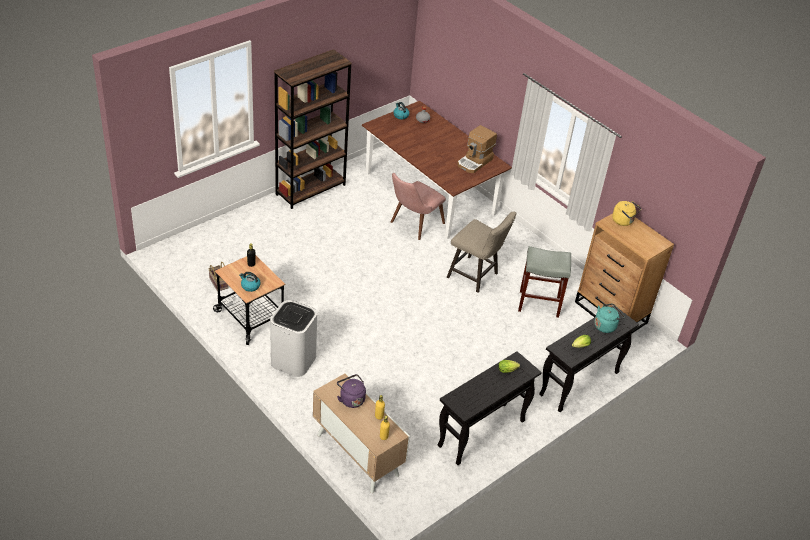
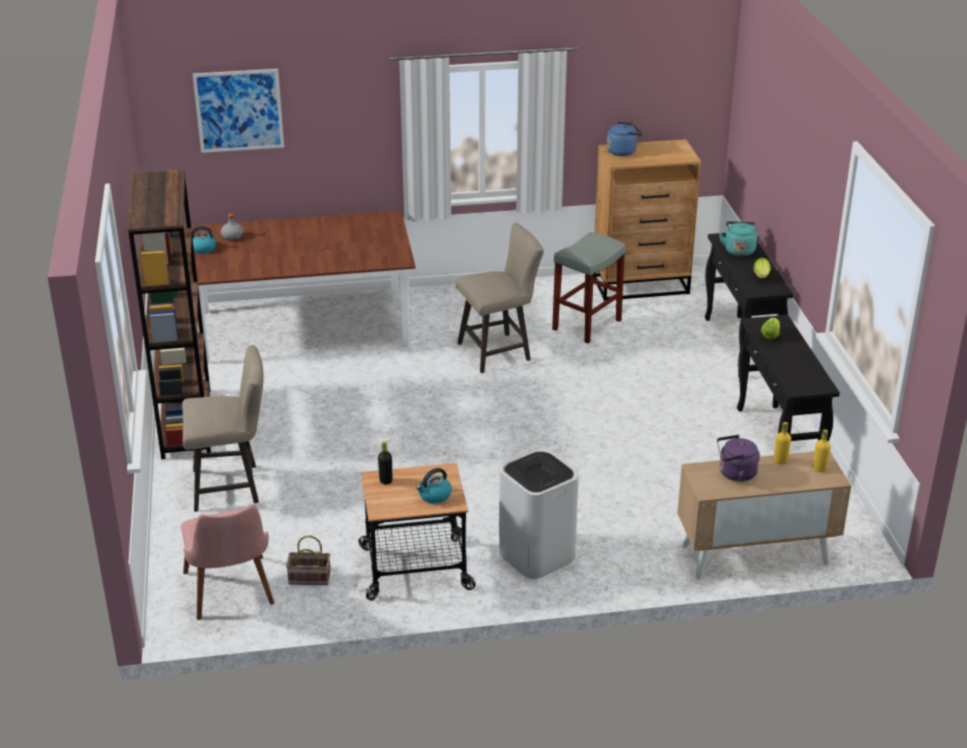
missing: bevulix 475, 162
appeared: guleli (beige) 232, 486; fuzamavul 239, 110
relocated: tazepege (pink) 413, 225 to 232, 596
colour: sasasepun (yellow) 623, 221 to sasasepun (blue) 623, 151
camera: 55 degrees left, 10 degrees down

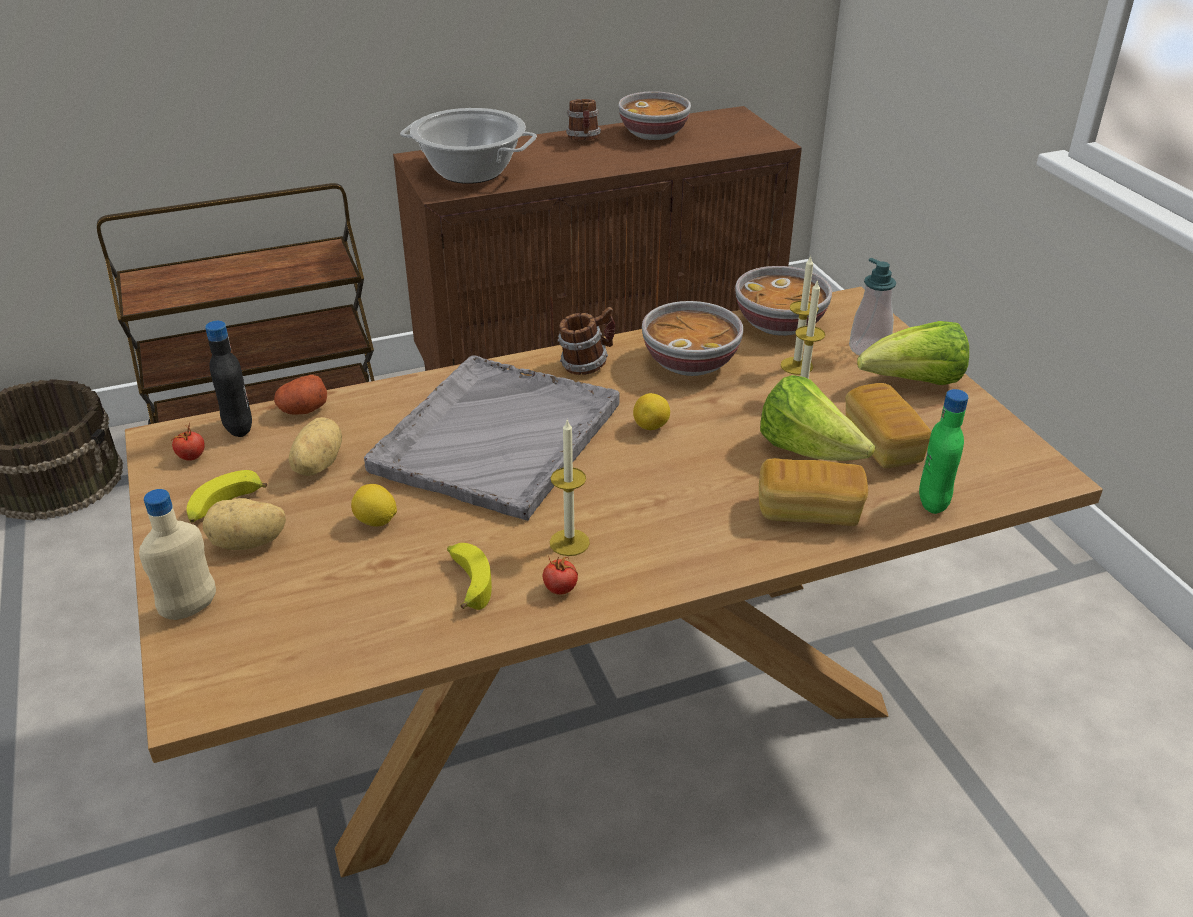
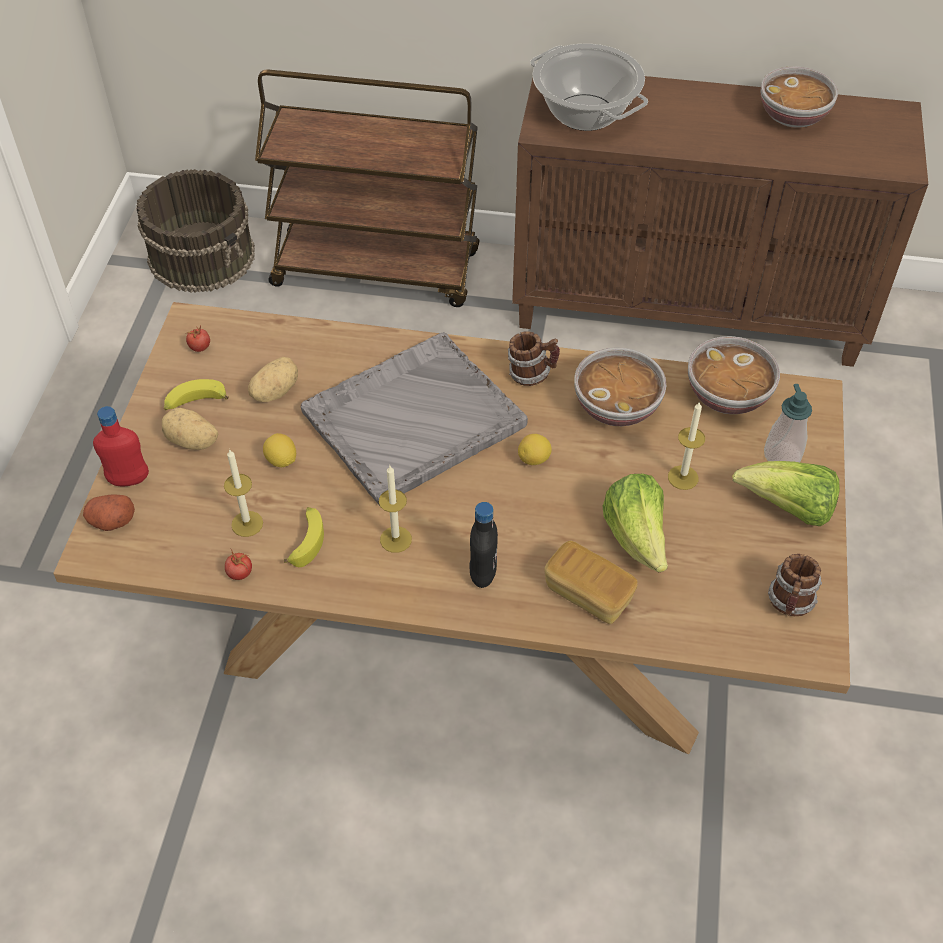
missing: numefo 882, 444; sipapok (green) 933, 502
relocated: sipapok (black) 238, 428 to 483, 573; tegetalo 303, 410 to 111, 521; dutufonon 560, 589 to 240, 573; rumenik 584, 140 to 790, 603; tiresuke 796, 366 to 247, 524
colour: sipapok (beige) 190, 608 to sipapok (red) 129, 480
camera: 30 degrees right, 15 degrees up

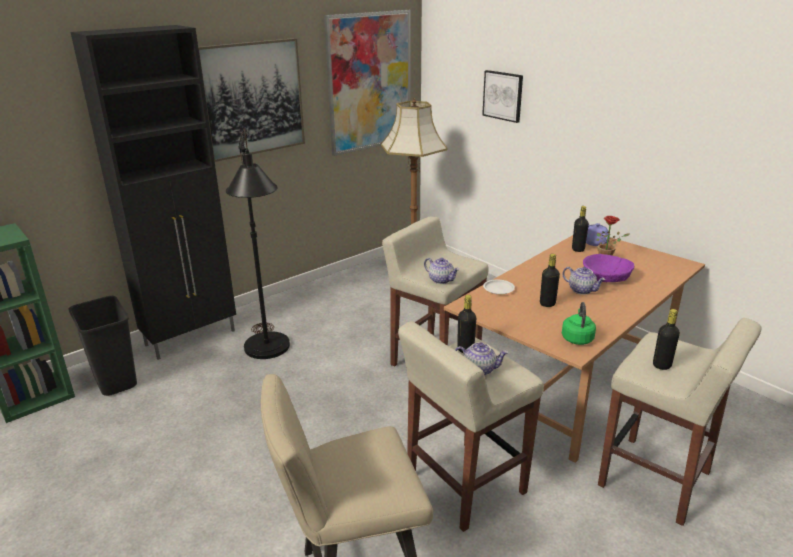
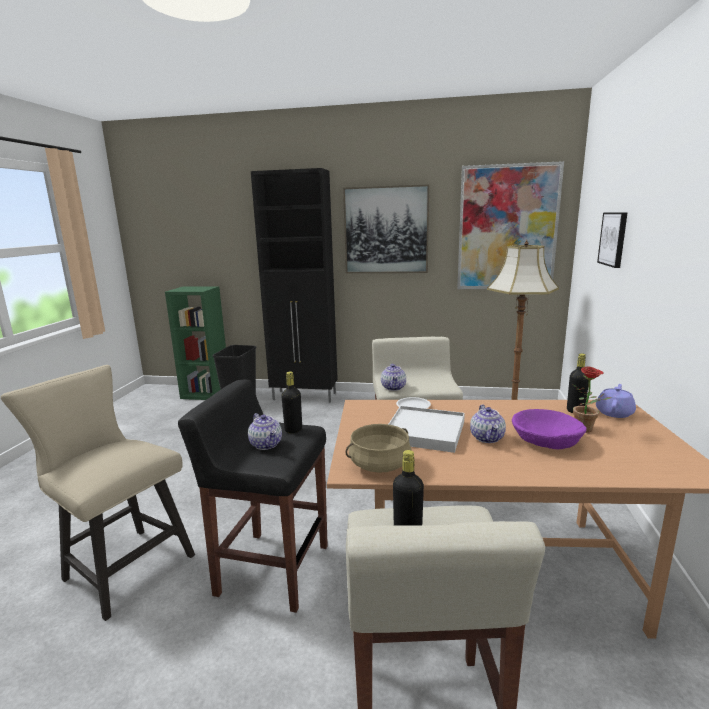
missing: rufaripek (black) 268, 353
exchanged: sipapok (black) 547, 304 to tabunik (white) 425, 432; sasasepun (green) 577, 338 to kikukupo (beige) 379, 464
colour: guleli (beige) 464, 485 to guleli (black) 272, 569
camera: 50 degrees right, 10 degrees down

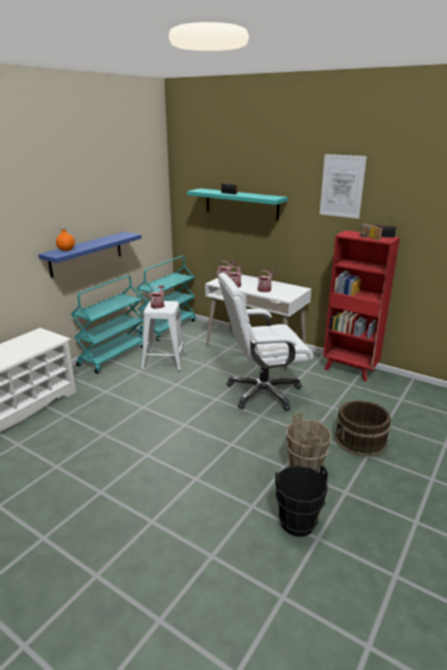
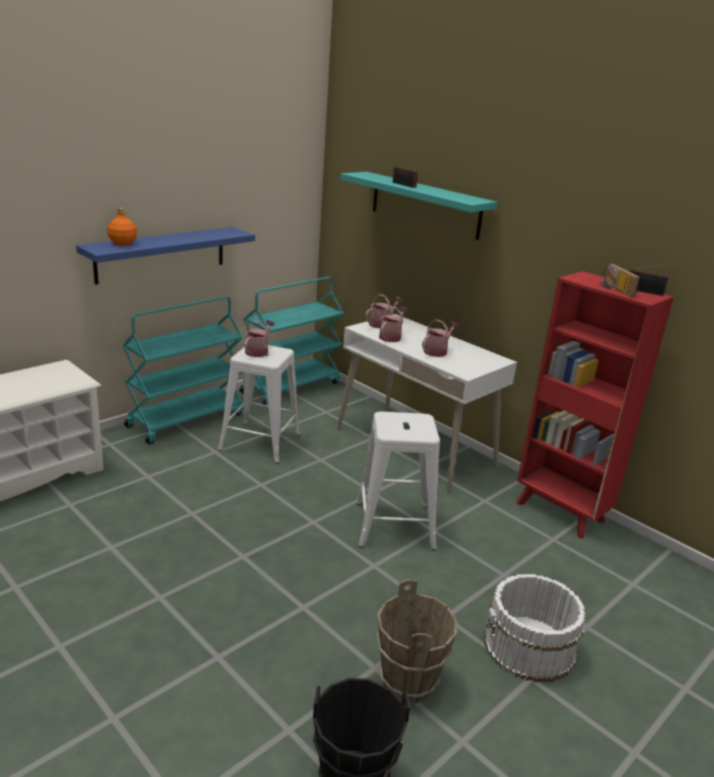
missing: fuzamavul 342, 186
exchanged: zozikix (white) 262, 392 to guleli (white) 394, 525
colour: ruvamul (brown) 360, 440 to ruvamul (white) 529, 647
camera: 10 degrees right, 0 degrees up

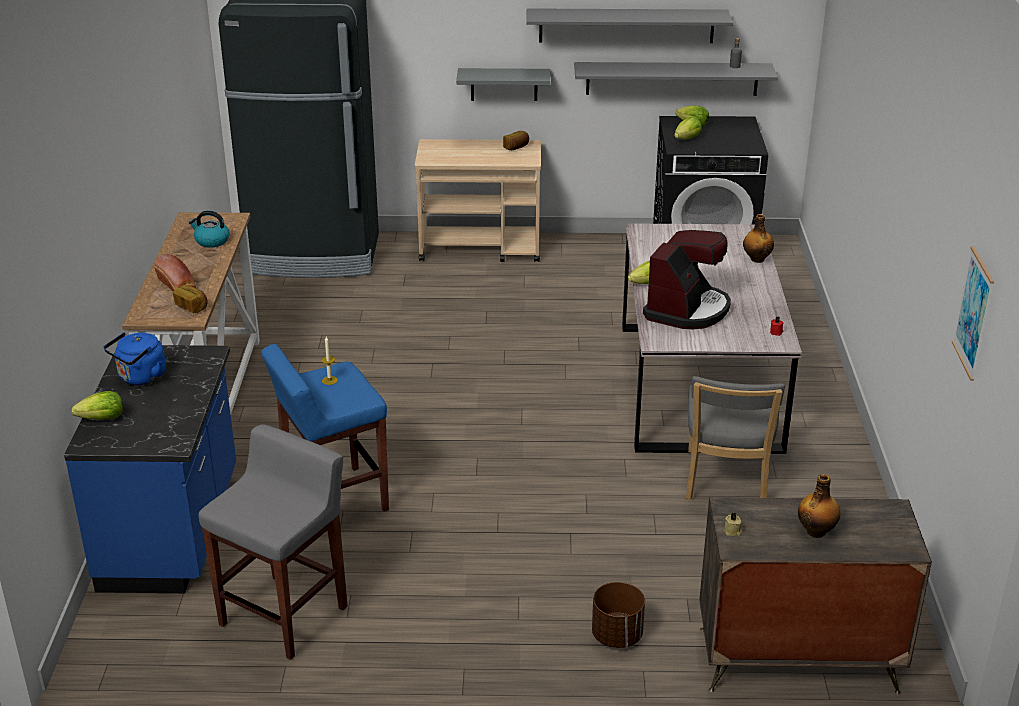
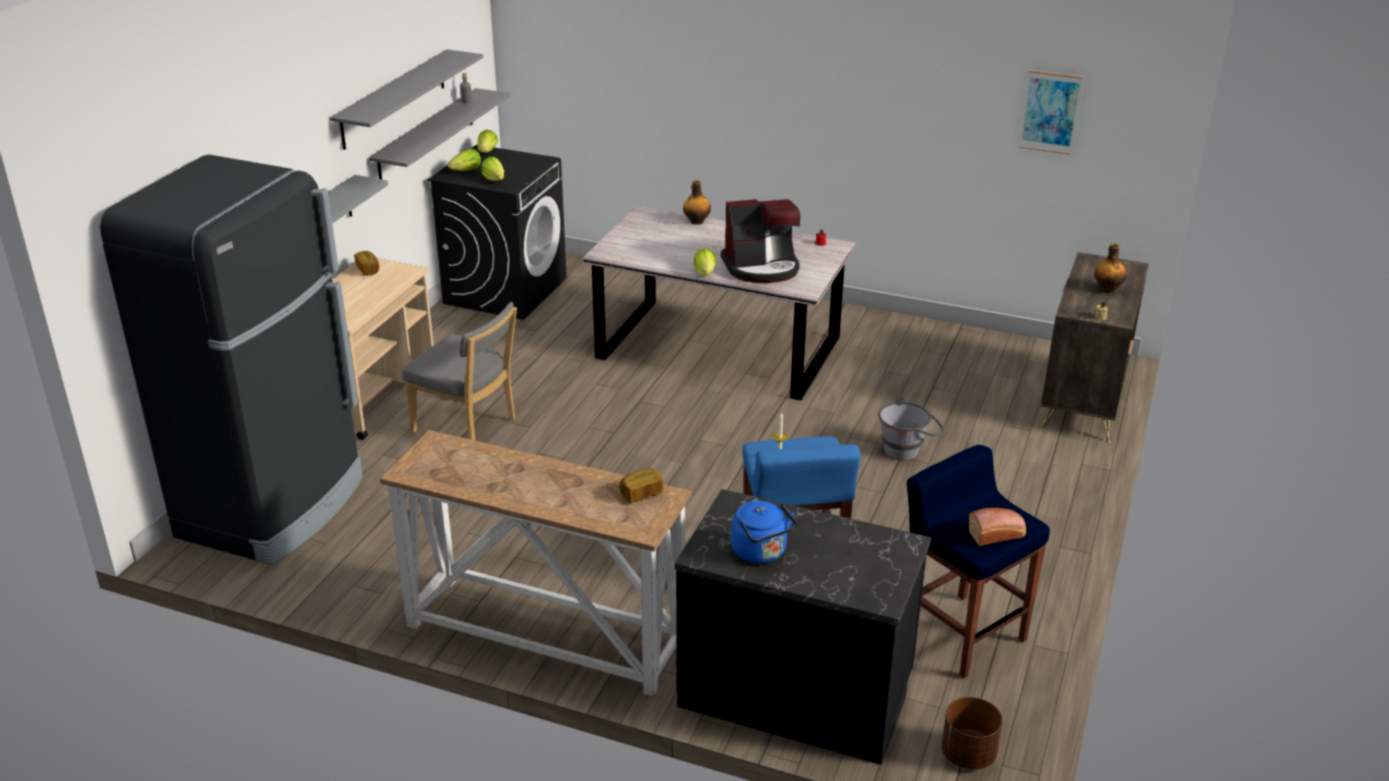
missing: sasasepun 211, 241
appeared: ruvamul (grey) 908, 450
relocated: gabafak 102, 419 to 487, 152; numefo 177, 285 to 997, 534; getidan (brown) 617, 635 to 968, 754; tazepege (grey) 726, 482 to 468, 427
colour: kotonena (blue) 173, 531 to kotonena (black) 796, 693; guleli (grey) 285, 615 to guleli (blue) 961, 634
spun: bevulix 687, 310 = 762, 267 120 degrees clockwise
camera: 70 degrees left, 0 degrees up

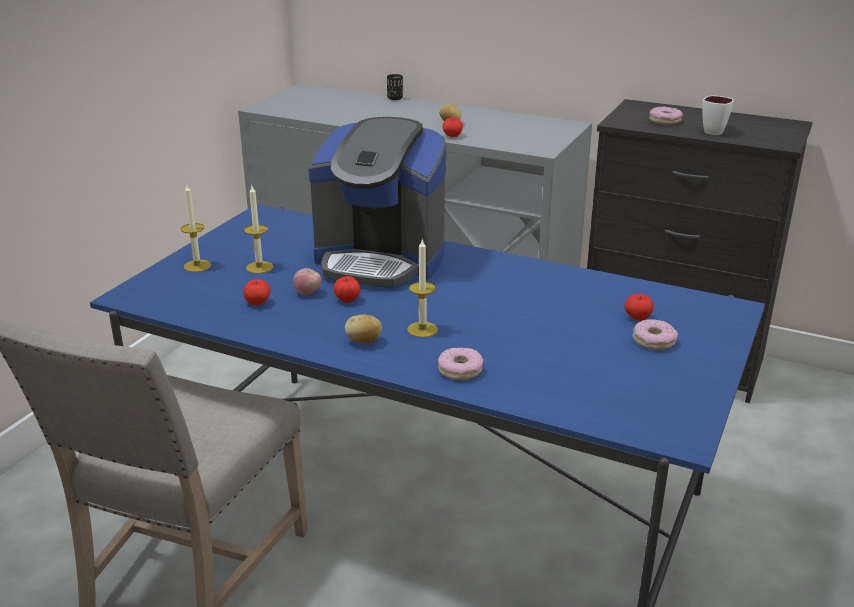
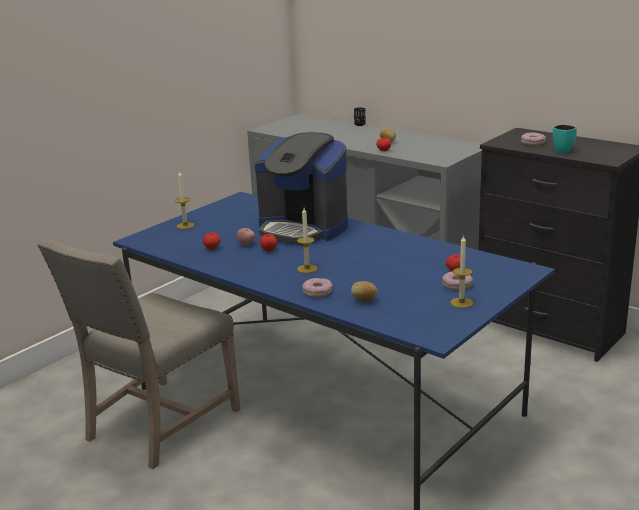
relocated: tiresuke 259, 267 to 461, 302; tegetalo 364, 341 to 364, 300
colour: rumenik (white) 715, 131 to rumenik (turquoise) 565, 150
camera: 15 degrees right, 5 degrees down

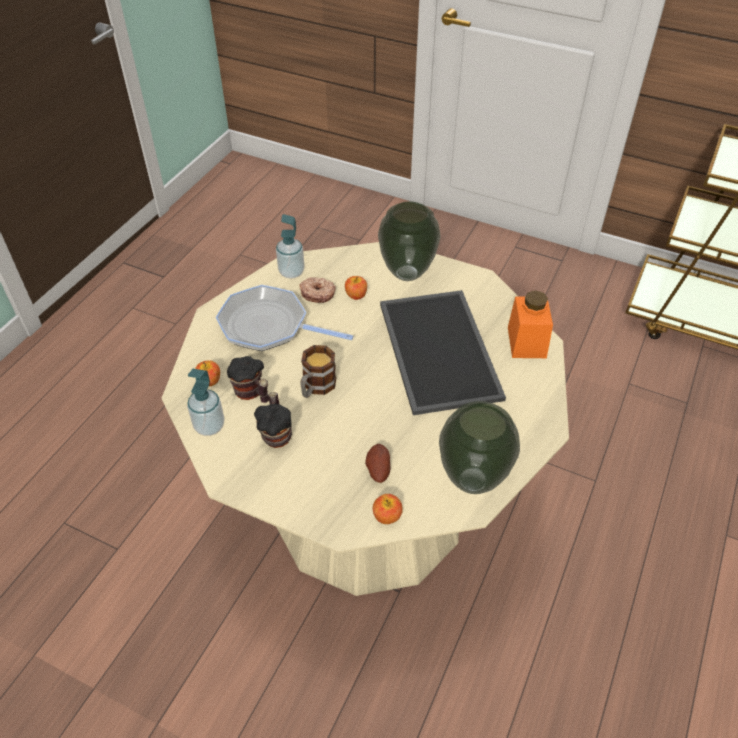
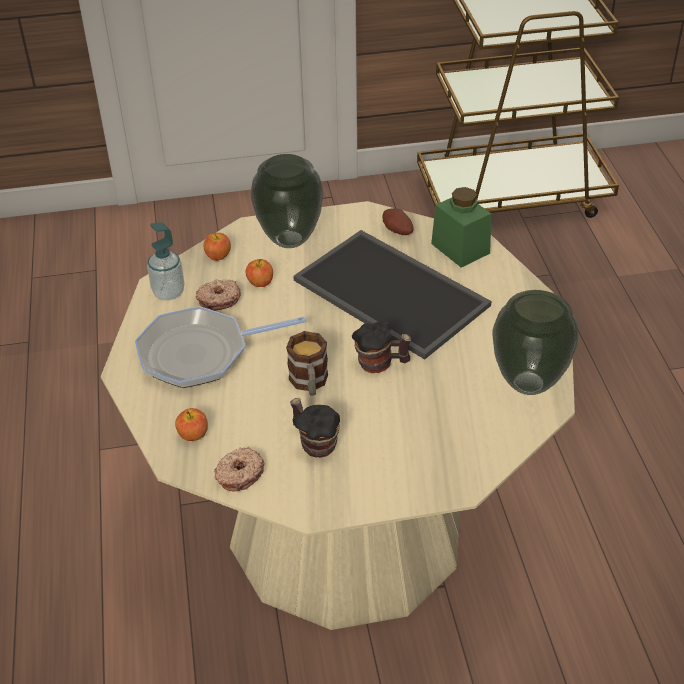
relocated: rumenik 252, 394 to 380, 364; tegetalo 377, 470 to 397, 231; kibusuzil 387, 516 to 218, 256
exchanged: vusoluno 209, 426 to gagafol 239, 474
colour: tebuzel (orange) 526, 342 to tebuzel (green) 460, 248
camera: 35 degrees left, 5 degrees down

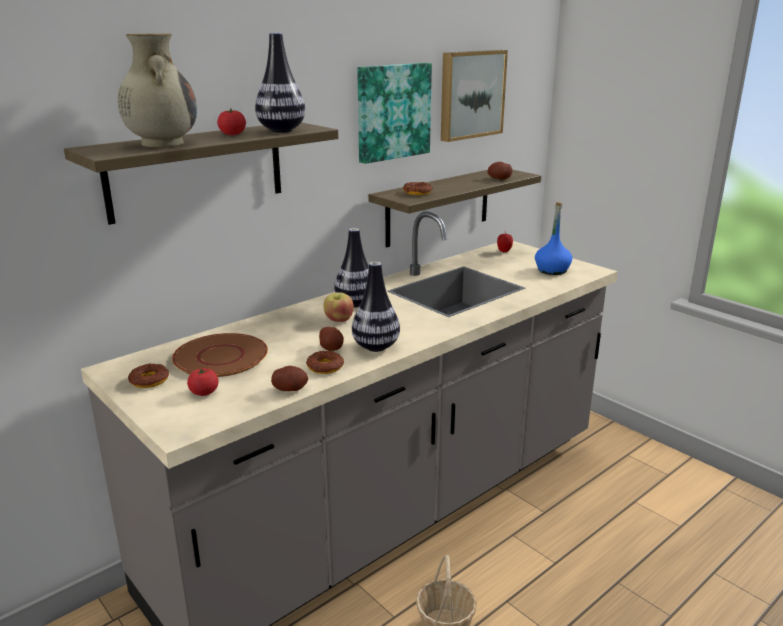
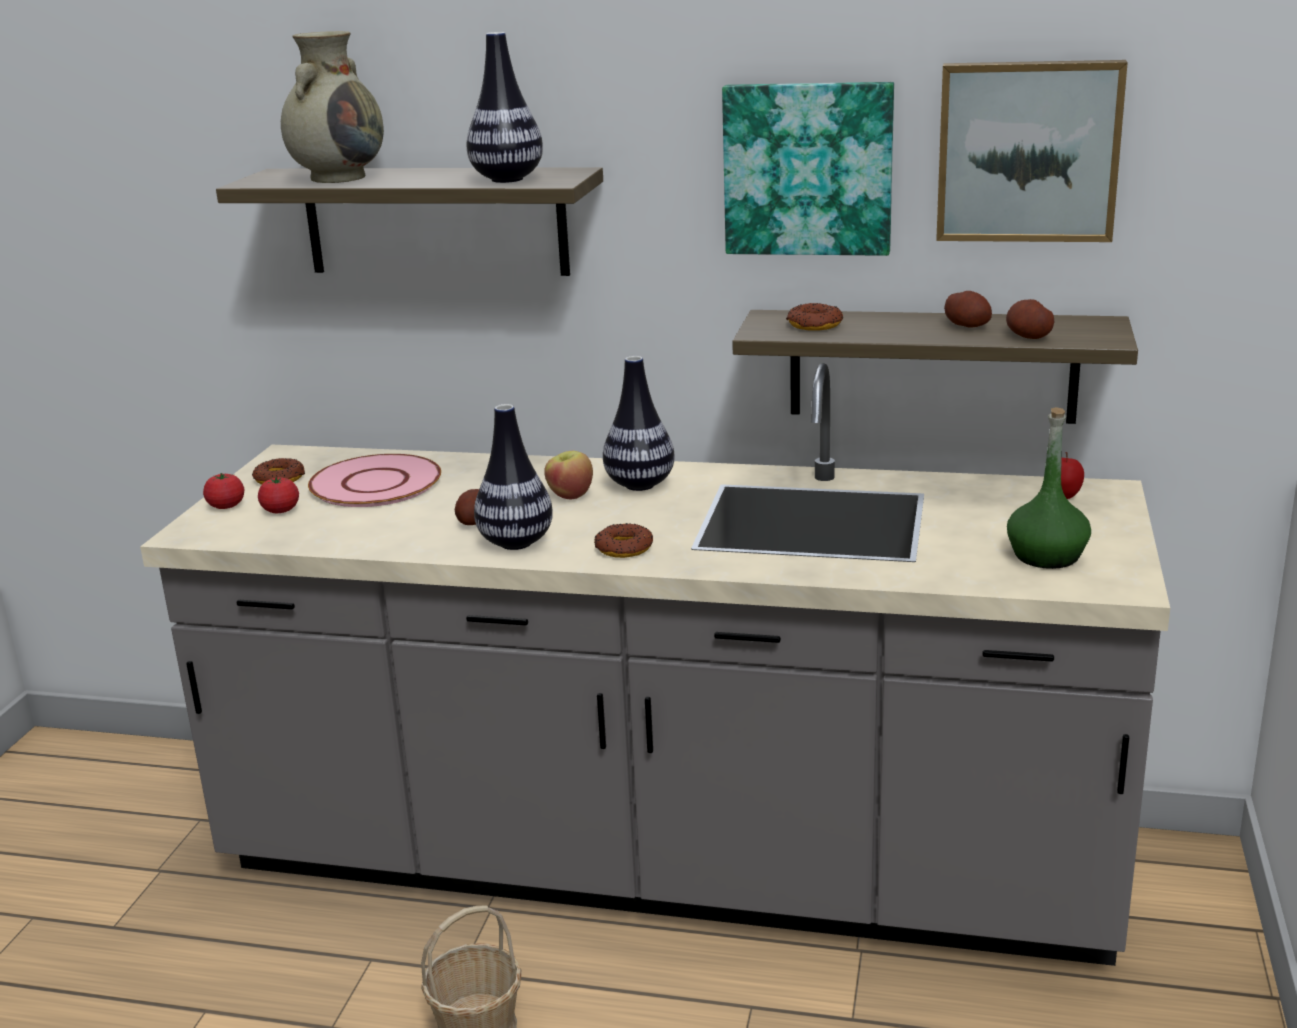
relocated: dutufonon 232, 134 to 226, 506; tegetalo 290, 389 to 967, 326; gagafol 325, 367 to 624, 548
colour: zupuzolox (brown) 221, 356 to zupuzolox (pink) 376, 483; sipapok (blue) 552, 270 to sipapok (green) 1047, 556
camera: 55 degrees right, 0 degrees up

